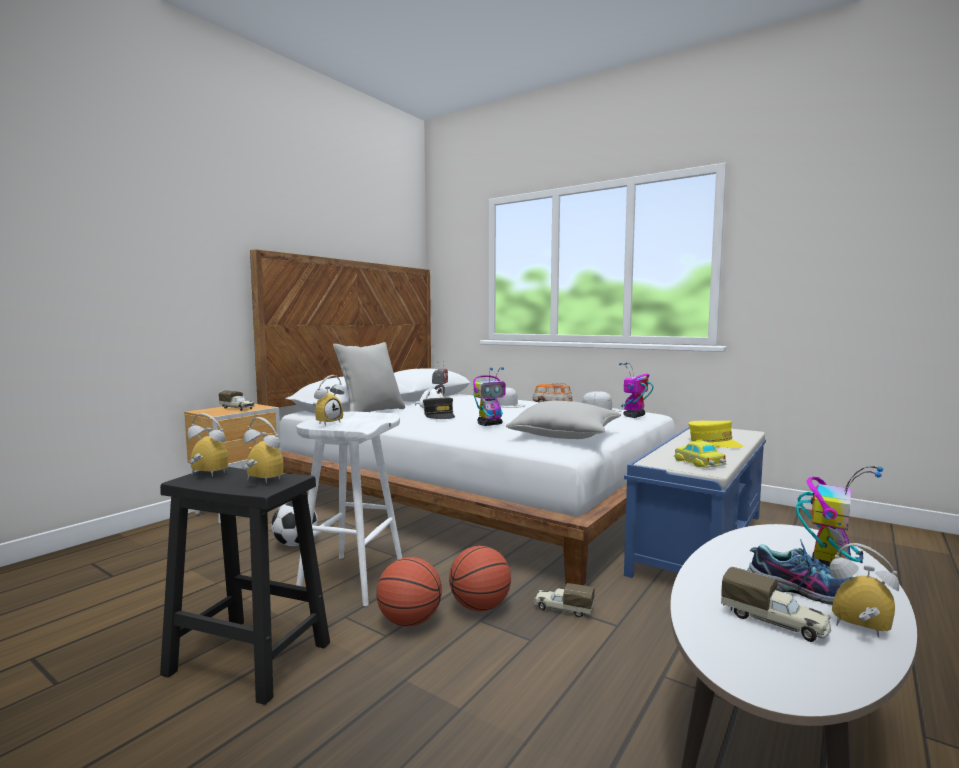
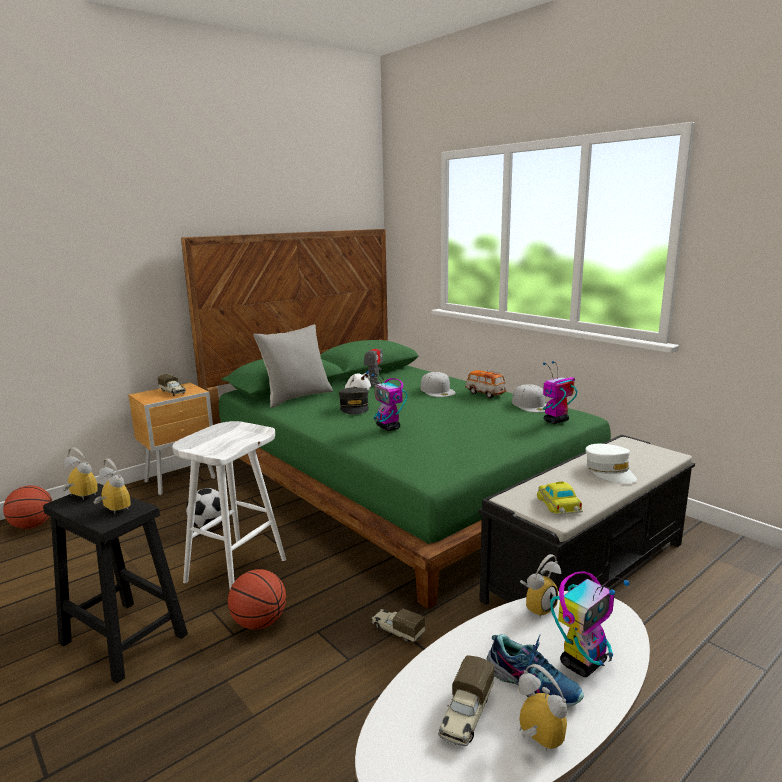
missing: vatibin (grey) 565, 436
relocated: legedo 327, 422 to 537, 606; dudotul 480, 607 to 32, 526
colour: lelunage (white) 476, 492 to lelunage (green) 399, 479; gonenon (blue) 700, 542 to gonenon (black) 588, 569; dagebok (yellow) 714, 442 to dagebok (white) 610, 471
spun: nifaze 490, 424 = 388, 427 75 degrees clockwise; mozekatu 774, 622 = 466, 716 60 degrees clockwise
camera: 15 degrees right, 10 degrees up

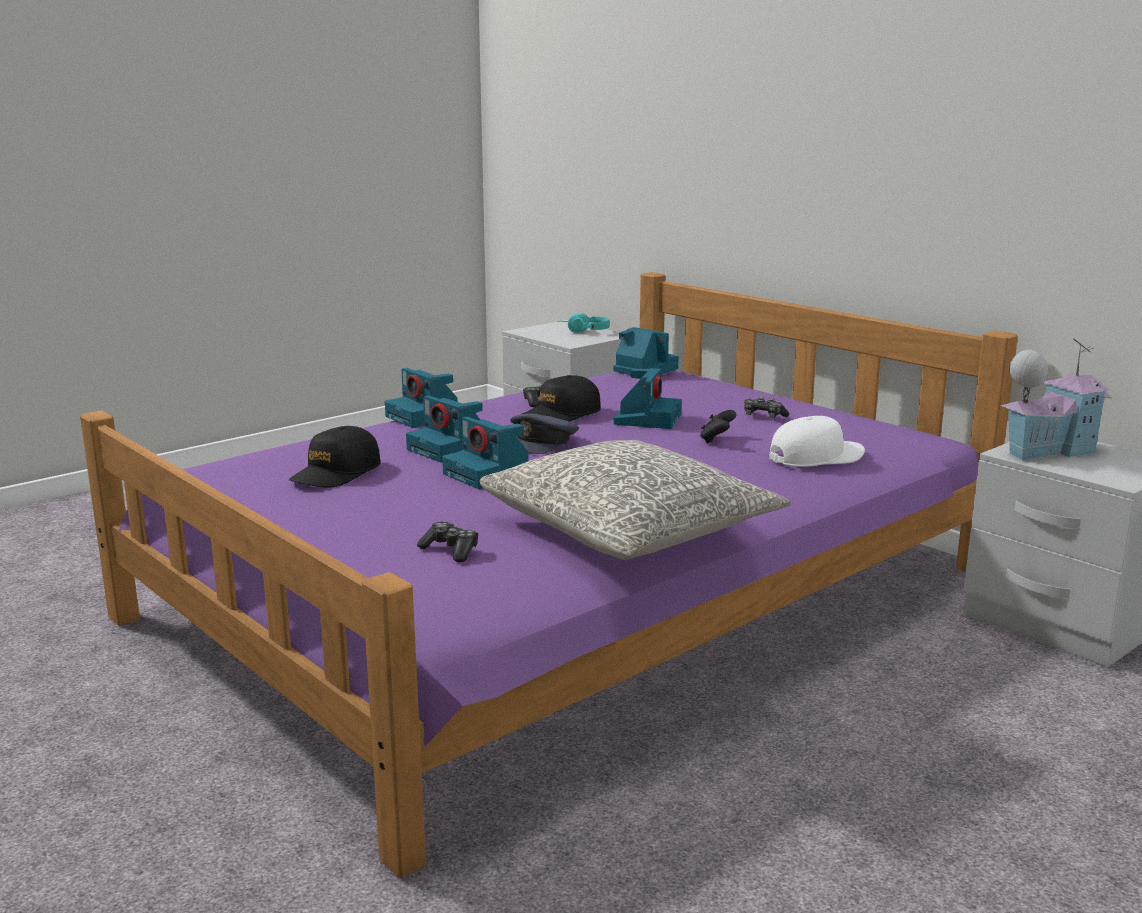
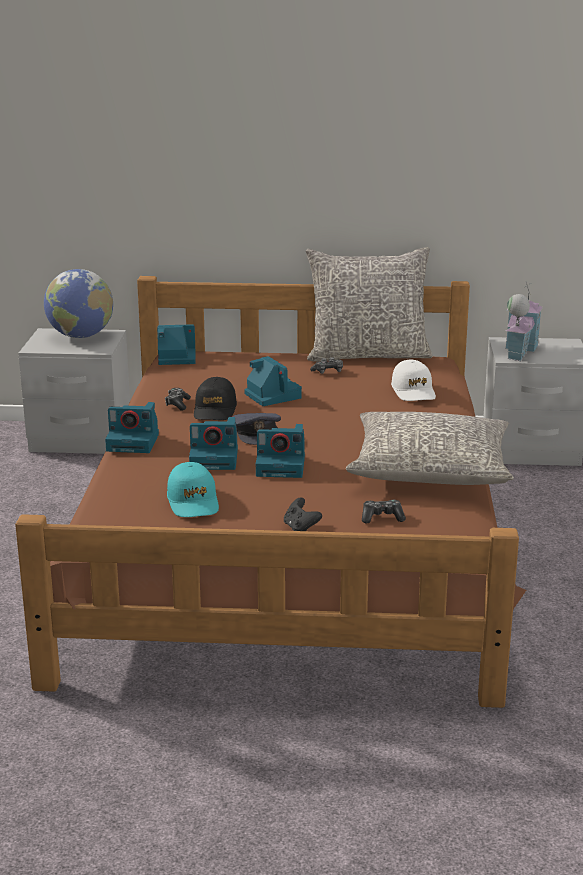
appeared: vatibin (grey) 368, 355
relocated: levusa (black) 716, 440 to 300, 528
exchanged: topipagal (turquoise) 583, 331 to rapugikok 81, 336
colour: lelunage (purple) 567, 595 to lelunage (brown) 289, 538; dagebok (black) 336, 473 to dagebok (turquoise) 193, 502
spun: dagebok (white) 816, 457 = 413, 391 150 degrees clockwise
camera: 45 degrees left, 5 degrees up

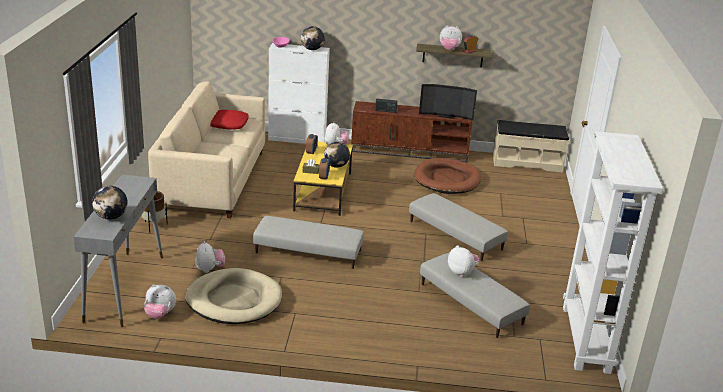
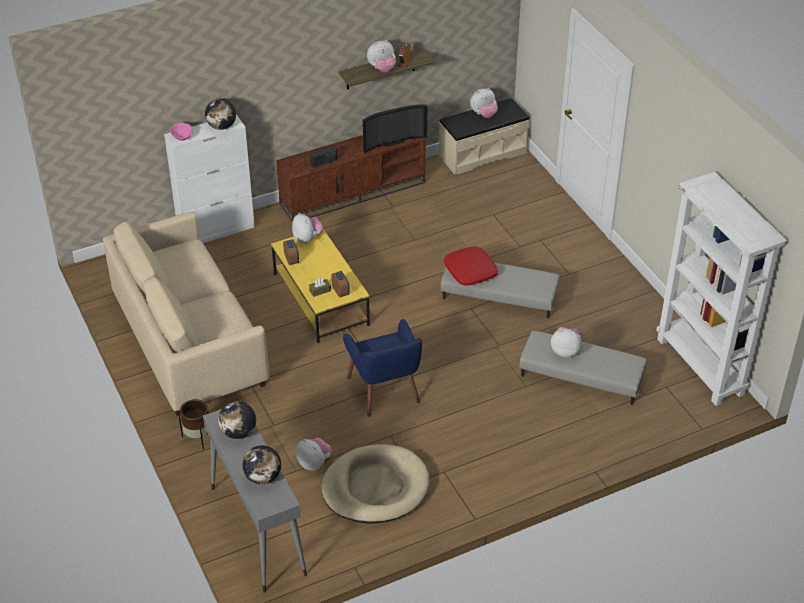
missing: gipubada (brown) 447, 179
relocated: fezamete 160, 314 to 483, 114; vatibin (red) 228, 124 to 470, 271; rapugikok 336, 166 to 238, 432
exchanged: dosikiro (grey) 308, 252 to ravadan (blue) 384, 390
camera: 30 degrees left, 15 degrees up

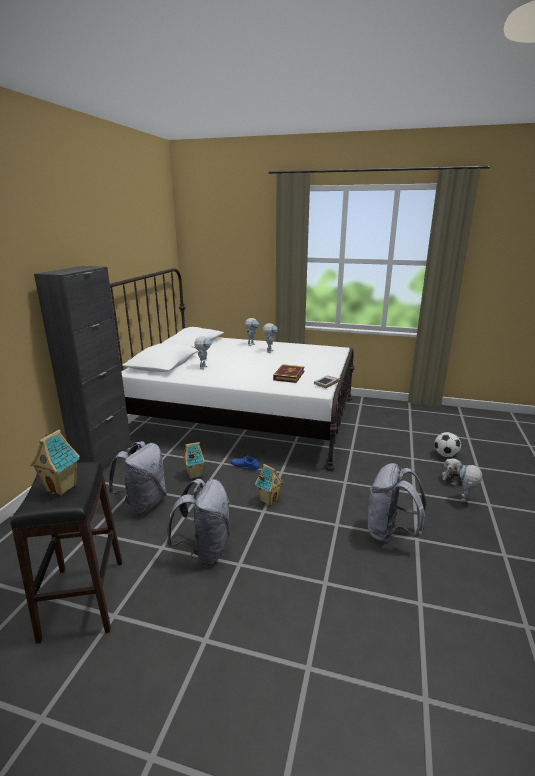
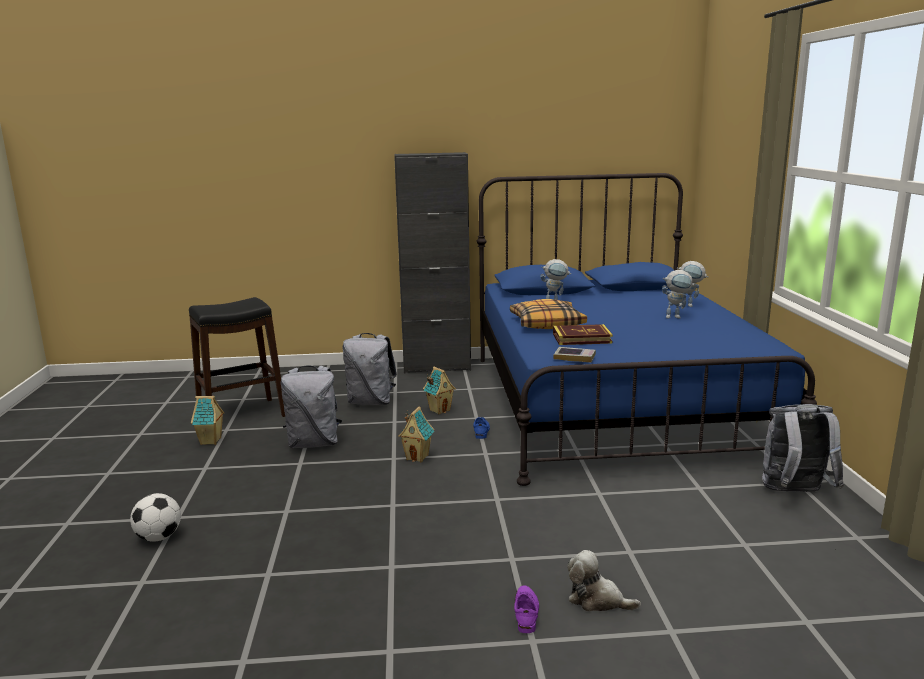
appeared: vatibin 547, 323
relocated: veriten 62, 487 to 211, 441; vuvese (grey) 390, 533 to 794, 493; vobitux 445, 455 to 159, 537
exchanged: nifaze 465, 500 to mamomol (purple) 526, 612
colour: lelunage (white) 244, 416 to lelunage (blue) 612, 404
camera: 70 degrees right, 5 degrees down

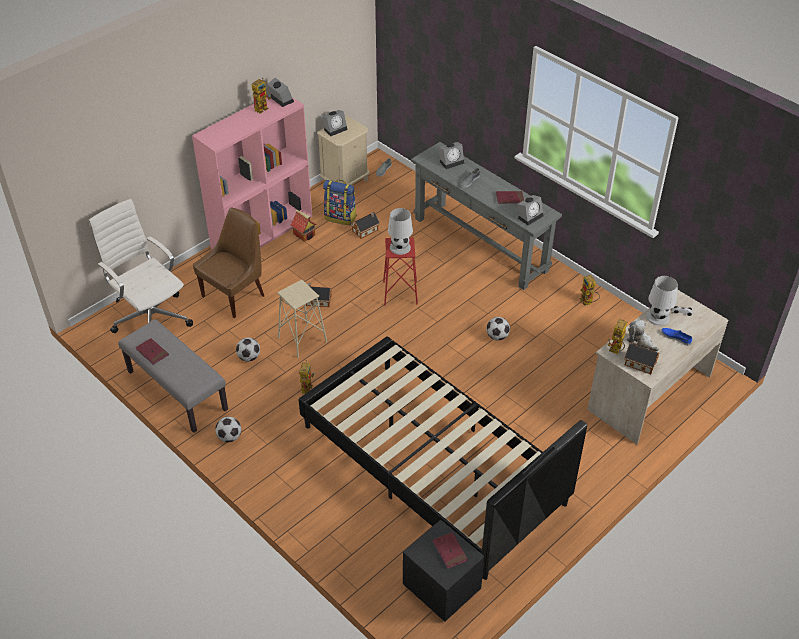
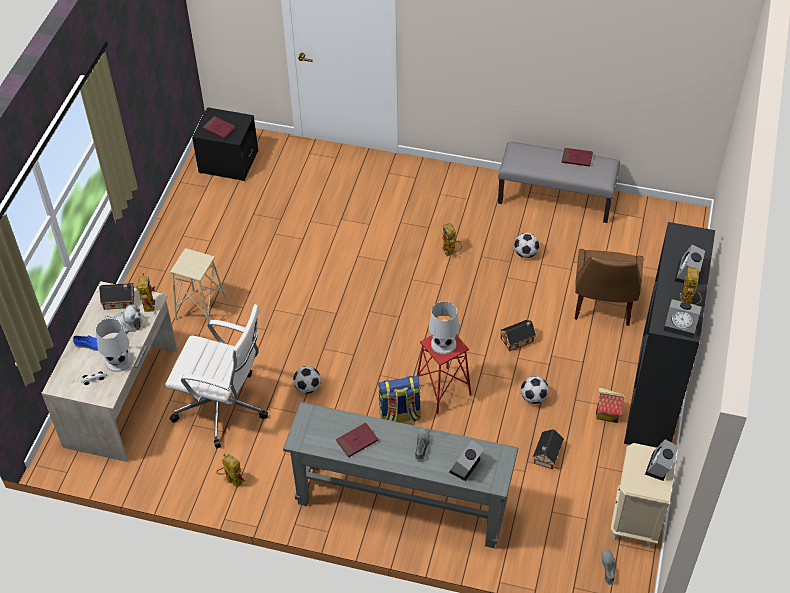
missing: lelunage (black) 432, 465
relocated: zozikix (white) 151, 318 to 224, 408; vobitux 229, 437 to 533, 397; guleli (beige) 302, 340 to 201, 310; vuvese 341, 217 to 399, 416; legedo 530, 216 to 687, 274
colour: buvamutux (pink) 262, 231 to buvamutux (black) 656, 394
camera: 150 degrees right, 5 degrees up

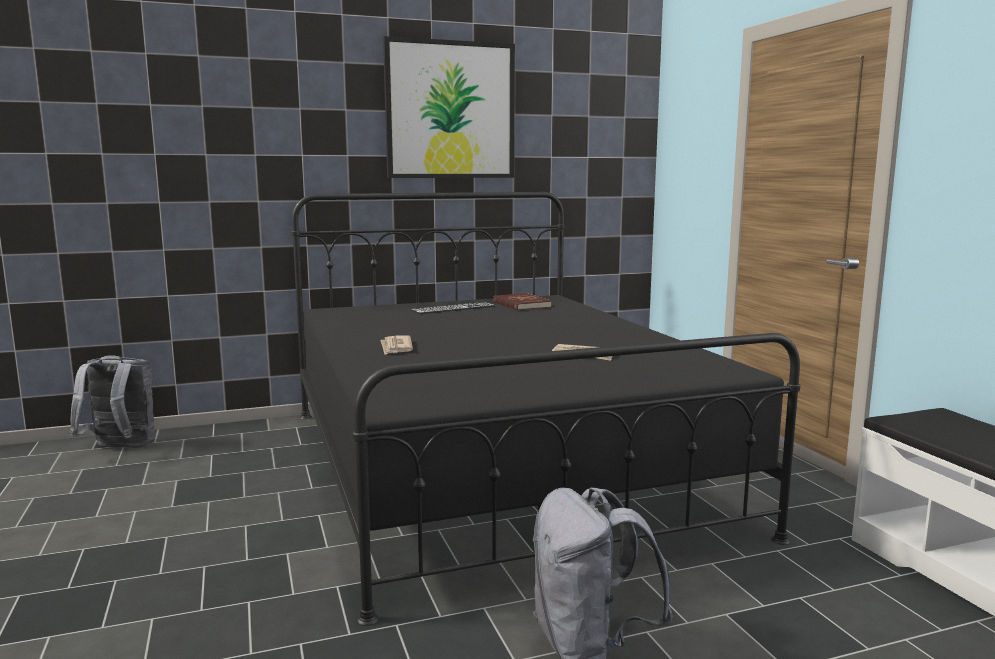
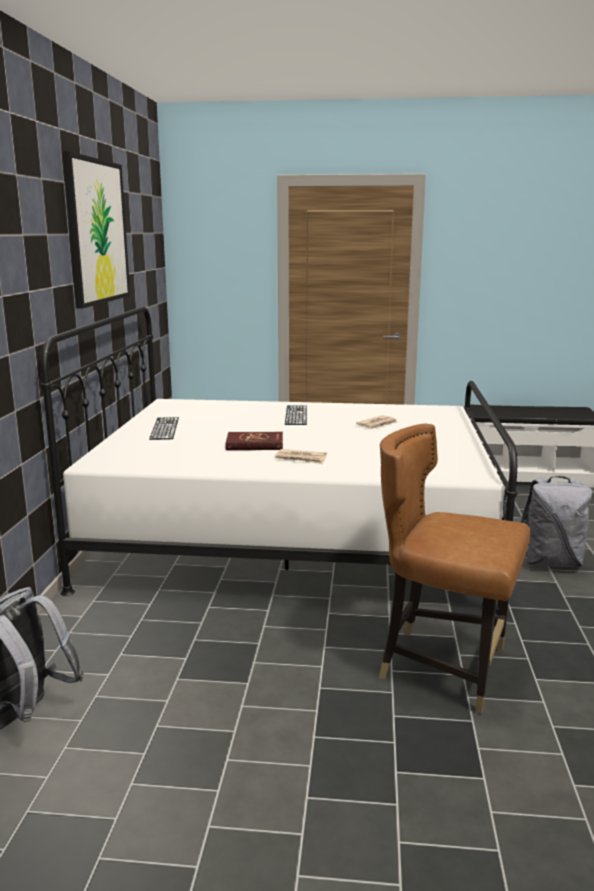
appeared: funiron 296, 415; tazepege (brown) 443, 666
relocated: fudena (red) 521, 305 to 254, 444
colour: lelunage (black) 495, 466 to lelunage (white) 294, 537
camera: 65 degrees left, 5 degrees up

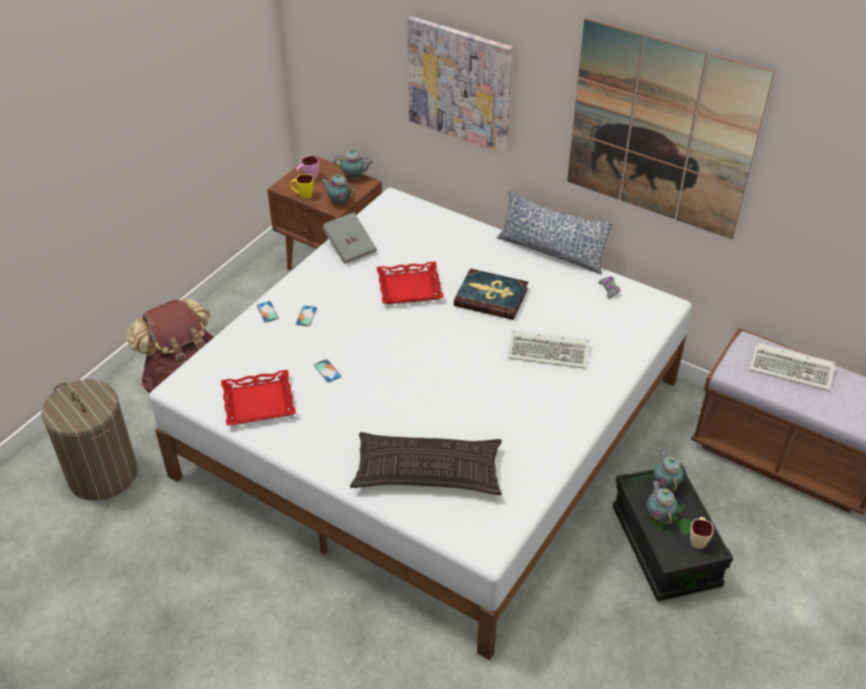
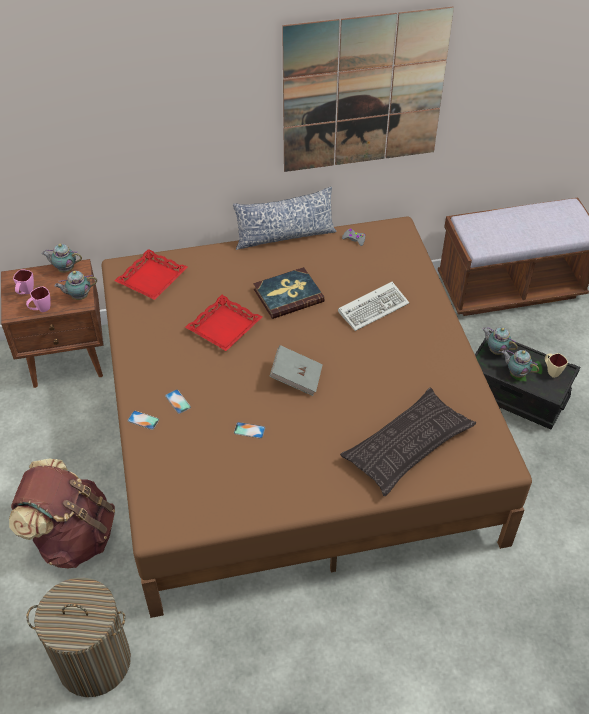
missing: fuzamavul 460, 84; funiron 793, 369
relocated: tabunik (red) 259, 402 to 151, 278; fudena (grey) 350, 247 to 296, 378
colour: lelunage (white) 433, 428 to lelunage (brown) 295, 426; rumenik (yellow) 303, 195 to rumenik (pink) 41, 309
spun: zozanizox 354, 178 = 65, 269 135 degrees counterclockwise
camera: 45 degrees left, 5 degrees up

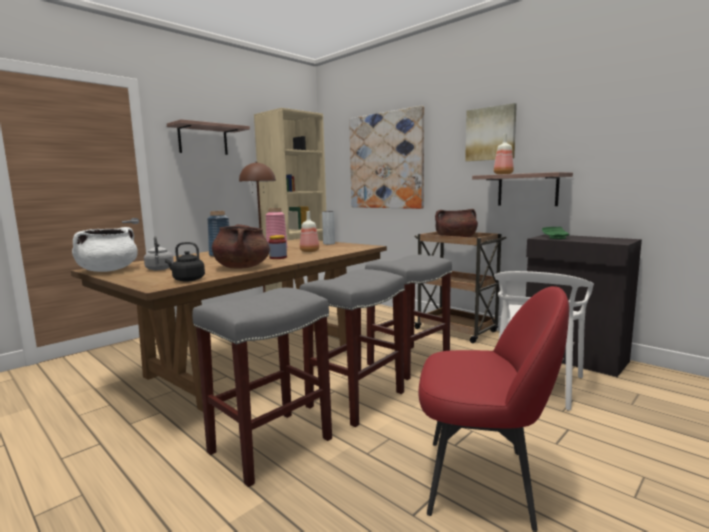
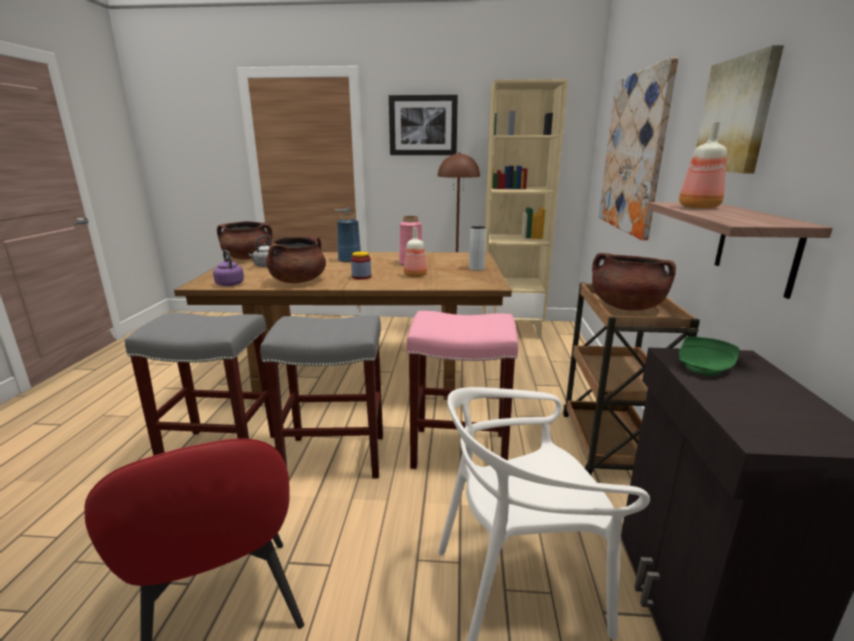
exchanged: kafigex 203, 140 to fuzamavul 423, 125
colour: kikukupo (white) 108, 270 to kikukupo (brown) 248, 258; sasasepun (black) 187, 280 to sasasepun (purple) 229, 284; guleli (grey) 408, 362 to guleli (pink) 458, 450
camera: 50 degrees right, 10 degrees up

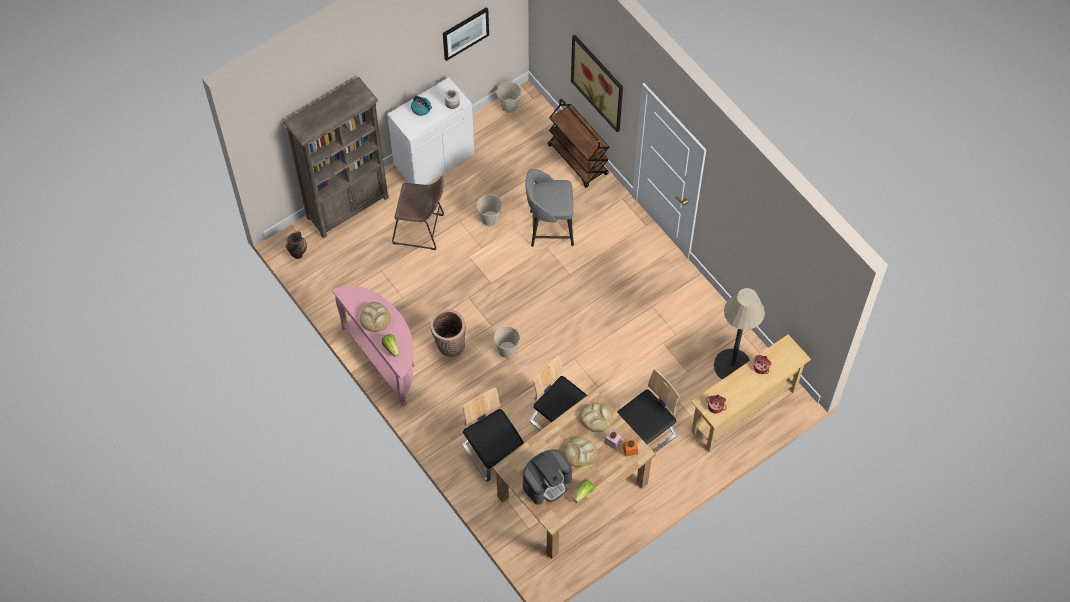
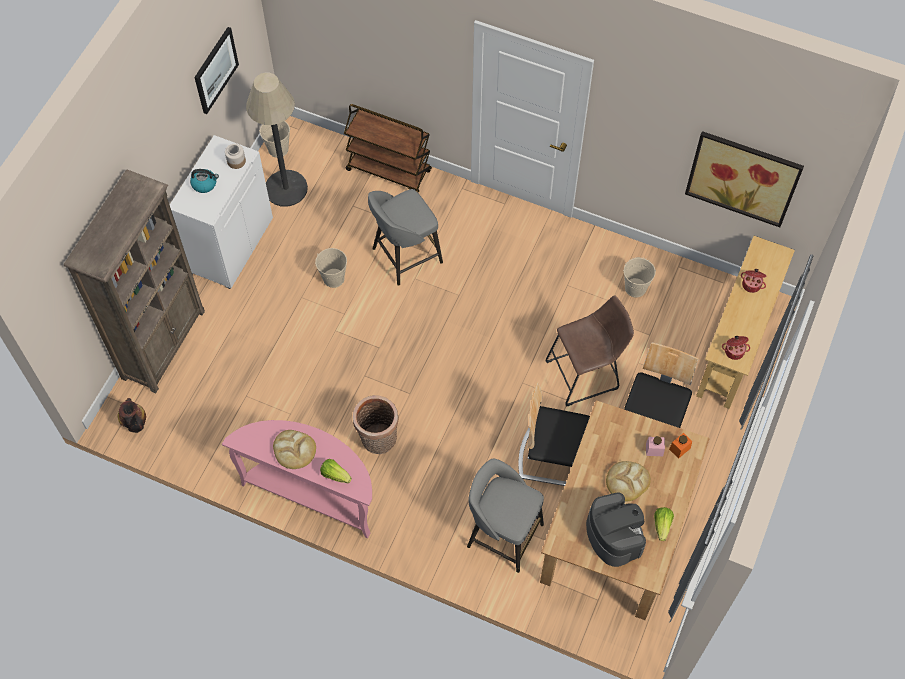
missing: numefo 596, 418
relocated: guleli (brown) 421, 230 to 586, 374; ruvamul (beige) 507, 350 to 635, 288; fuzamavul 598, 82 to 743, 178; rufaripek 732, 365 to 286, 188
exchanged: tazepege 493, 452 to guleli (grey) 503, 534
spun: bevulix 547, 482 = 614, 535 45 degrees counterclockwise
camera: 30 degrees left, 0 degrees up

